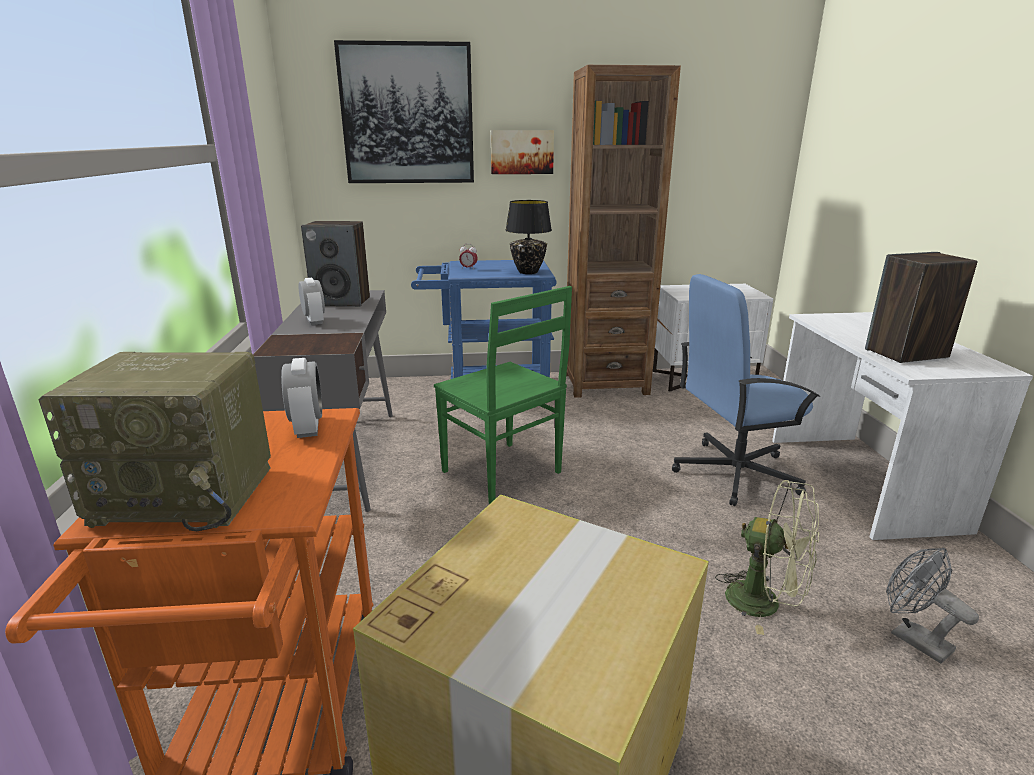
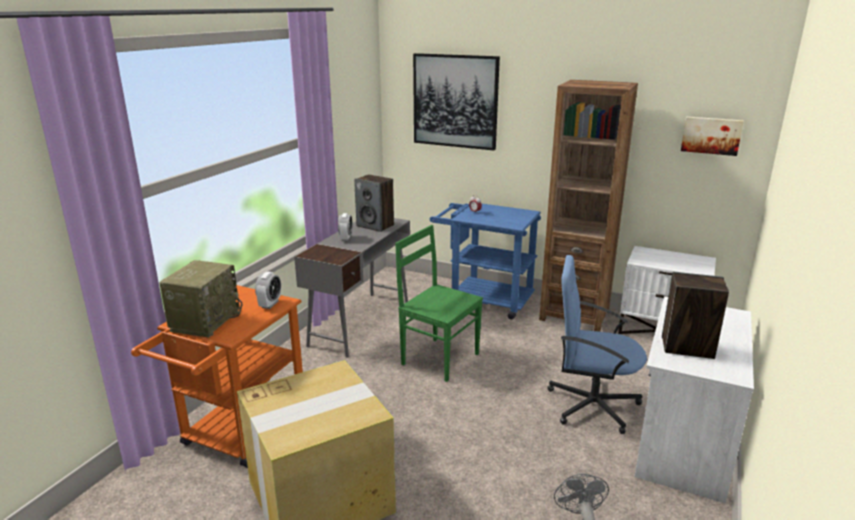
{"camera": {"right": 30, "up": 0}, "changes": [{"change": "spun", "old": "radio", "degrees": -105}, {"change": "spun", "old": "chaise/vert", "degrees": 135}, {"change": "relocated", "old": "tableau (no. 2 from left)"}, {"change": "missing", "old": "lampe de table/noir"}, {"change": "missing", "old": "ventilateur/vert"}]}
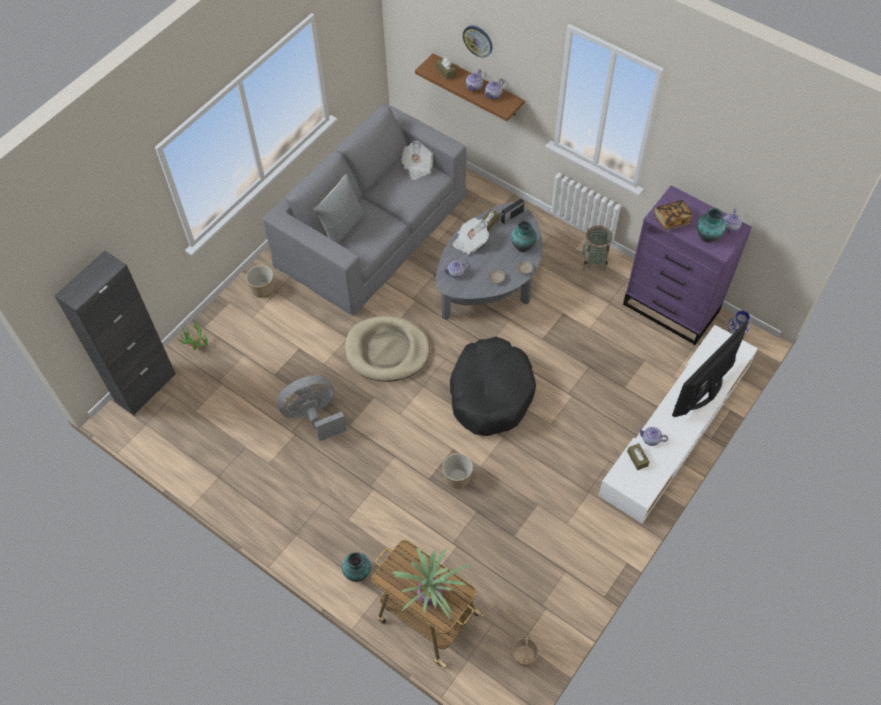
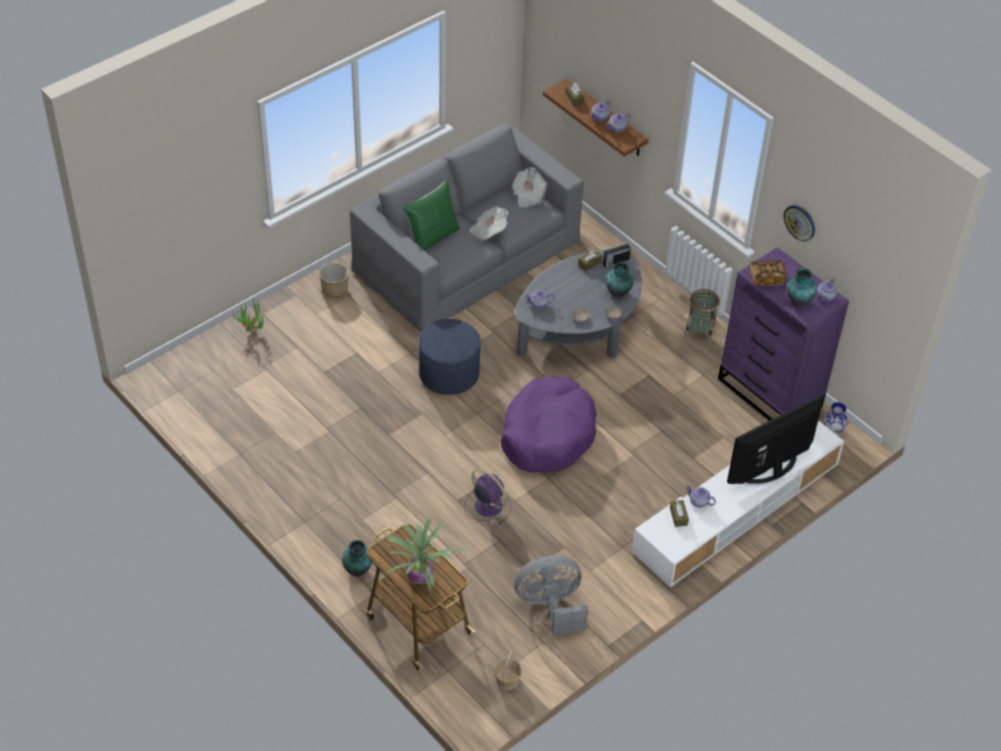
{"camera": {"right": 10, "up": -10}, "changes": [{"change": "colour", "old": "coussin/gris", "new": "coussin/vert"}, {"change": "exchanged", "old": "panier pour chien/beige", "new": "pouf/bleu"}, {"change": "exchanged", "old": "cache-pot (no. 2 from left)", "new": "ventilateur/violet"}, {"change": "relocated", "old": "journal (no. 2 from left in the first image)", "new": "journal (no. 1 from left)"}, {"change": "colour", "old": "panier pour chien/noir", "new": "panier pour chien/violet"}, {"change": "relocated", "old": "ventilateur/gris"}, {"change": "relocated", "old": "horloge murale"}, {"change": "missing", "old": "meuble de rangement/noir"}]}
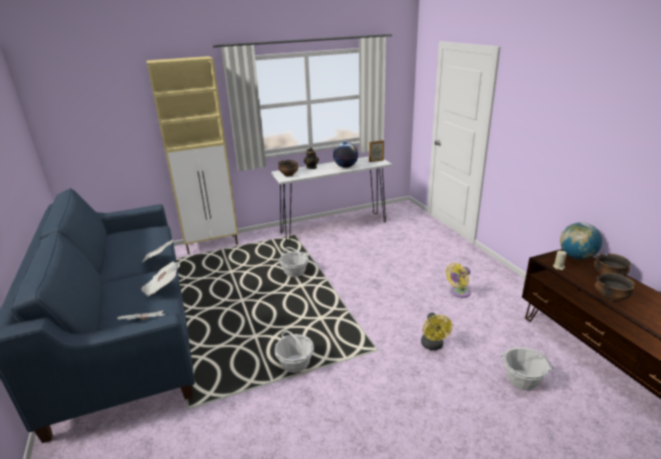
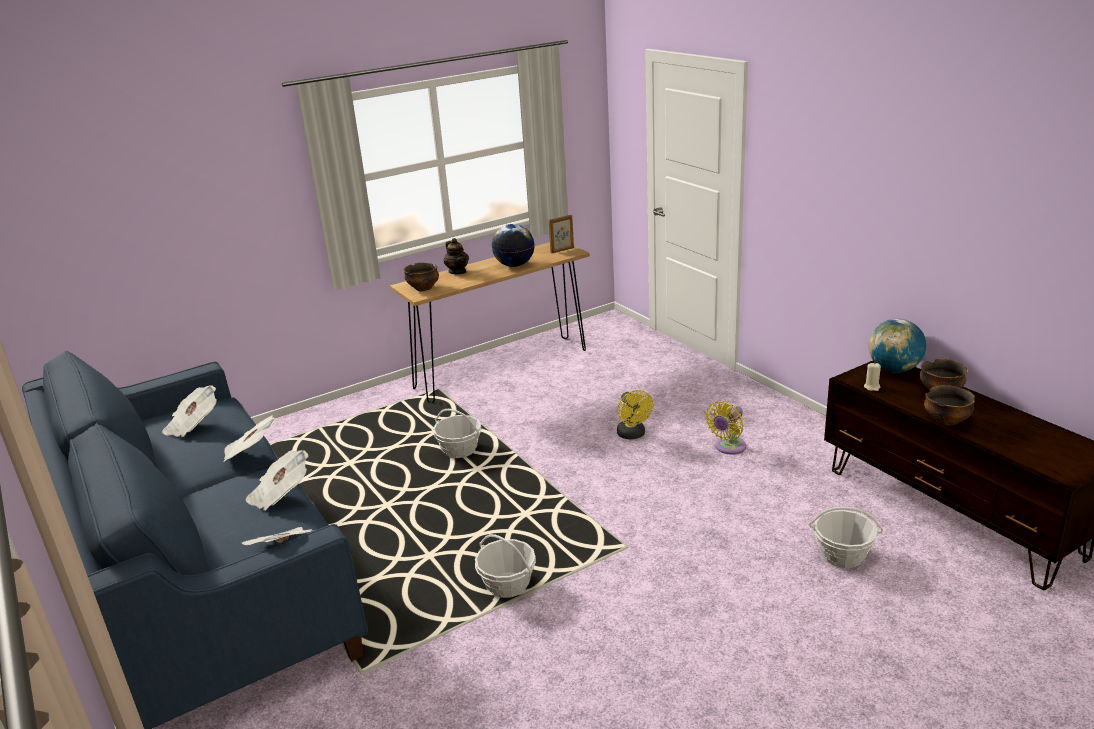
{"camera": {"right": -10, "up": 0}, "changes": [{"change": "appeared", "new": "journal (no. 1 from left)"}, {"change": "colour", "old": "table console/blanc", "new": "table console/marron"}, {"change": "relocated", "old": "ventilateur/jaune (no. 1 from left)"}, {"change": "missing", "old": "meuble de rangement/beige"}]}
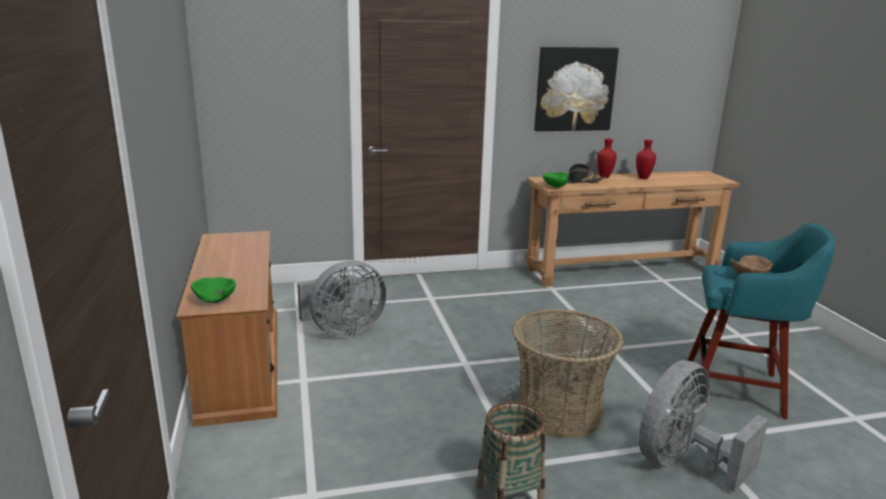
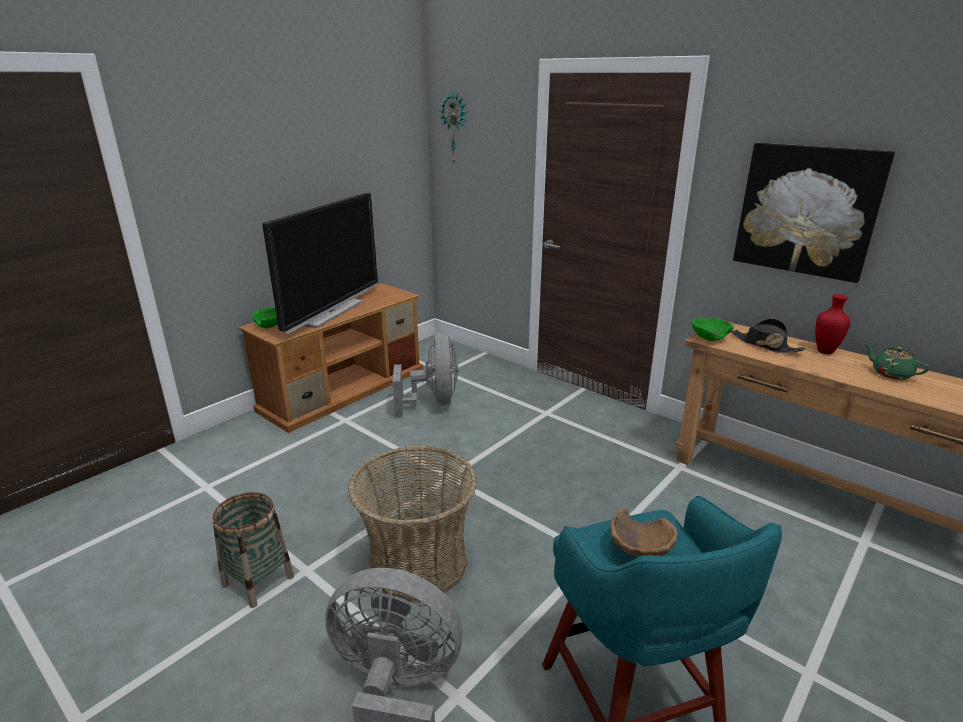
{"camera": {"right": 55, "up": 5}, "changes": [{"change": "appeared", "new": "téléviseur"}, {"change": "spun", "old": "ventilateur/gris (no. 1 from left in the first image)", "degrees": -120}, {"change": "appeared", "new": "horloge murale"}, {"change": "exchanged", "old": "vase/rouge (no. 2 from left)", "new": "théière/vert"}]}
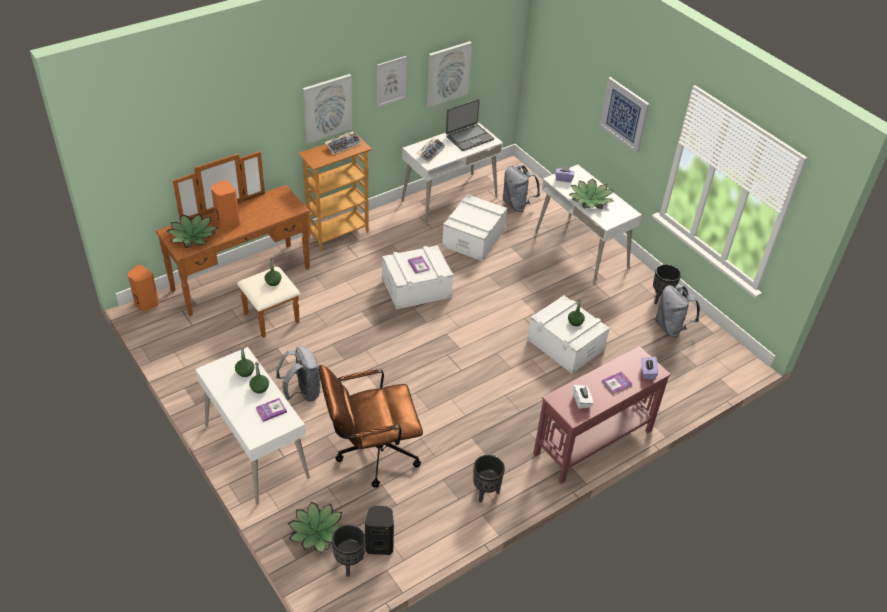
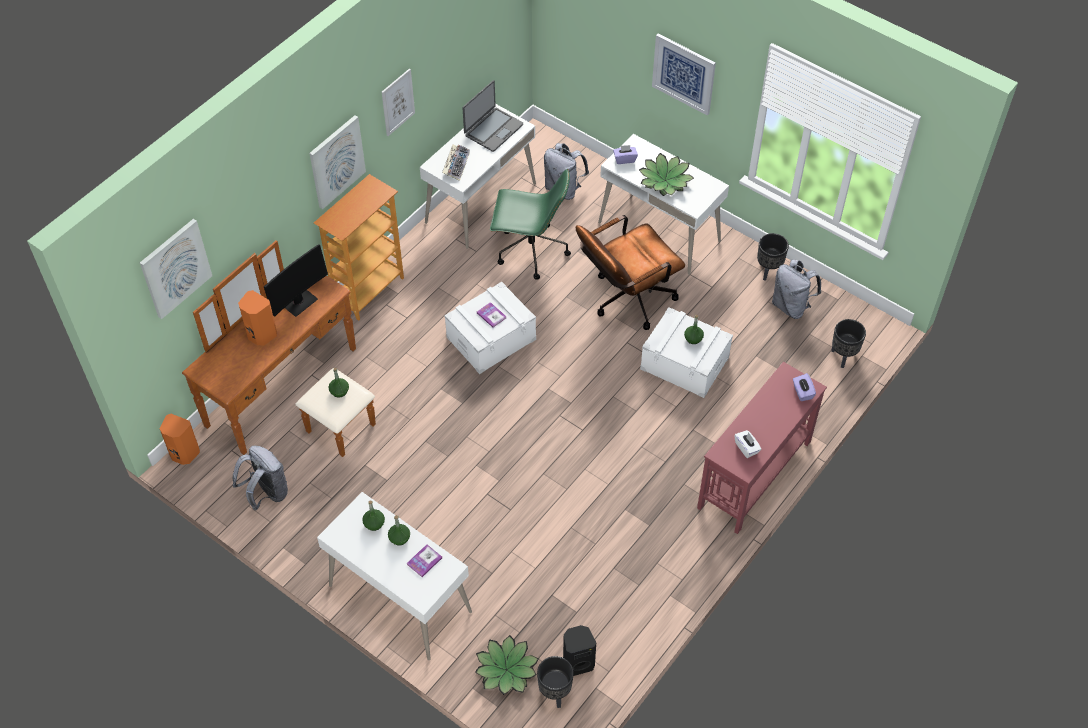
{"camera": {"right": -15, "up": 10}, "changes": [{"change": "relocated", "old": "tableau (no. 3 from left in the first image)", "new": "tableau (no. 1 from left)"}, {"change": "relocated", "old": "sac à dos/gris (no. 1 from left)"}, {"change": "appeared", "new": "écran d'ordinateur"}, {"change": "exchanged", "old": "boîte de rangement/blanc (no. 2 from left)", "new": "chaise de bureau/vert"}, {"change": "relocated", "old": "chaise de bureau/marron"}, {"change": "relocated", "old": "cache-pot/noir (no. 2 from left in the first image)", "new": "cache-pot/noir (no. 3 from left)"}, {"change": "missing", "old": "plante en pot (no. 1 from left)"}, {"change": "missing", "old": "clavier (no. 1 from left)"}, {"change": "missing", "old": "livre (no. 3 from left)"}]}
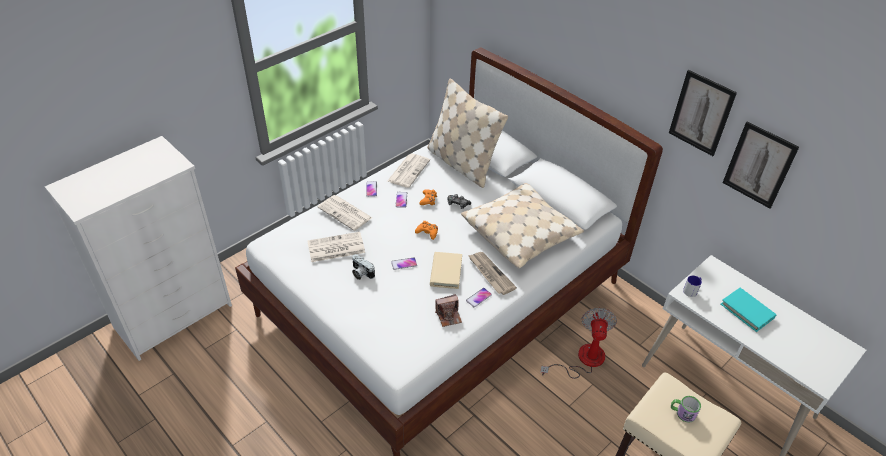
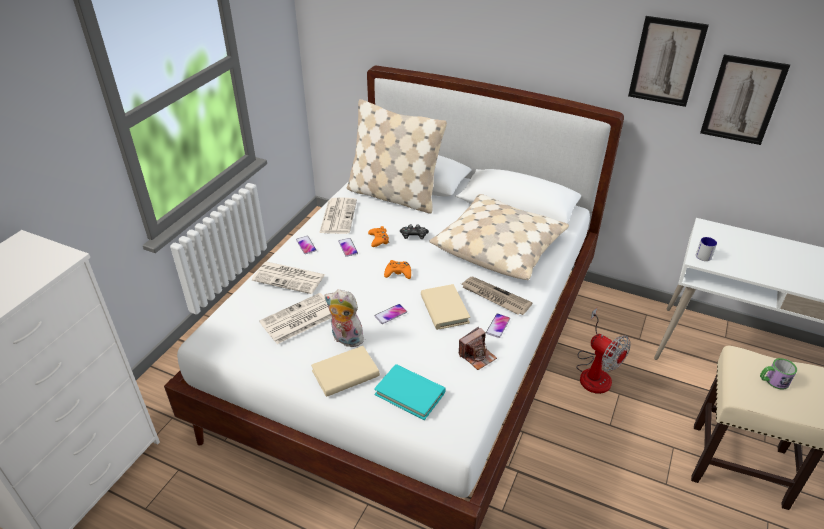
{"camera": {"right": -20, "up": -5}, "changes": [{"change": "appeared", "new": "livre/beige (no. 1 from left)"}, {"change": "exchanged", "old": "appareil photo (no. 1 from left)", "new": "peluche"}, {"change": "relocated", "old": "livre/turquoise"}, {"change": "spun", "old": "ventilateur", "degrees": 150}]}
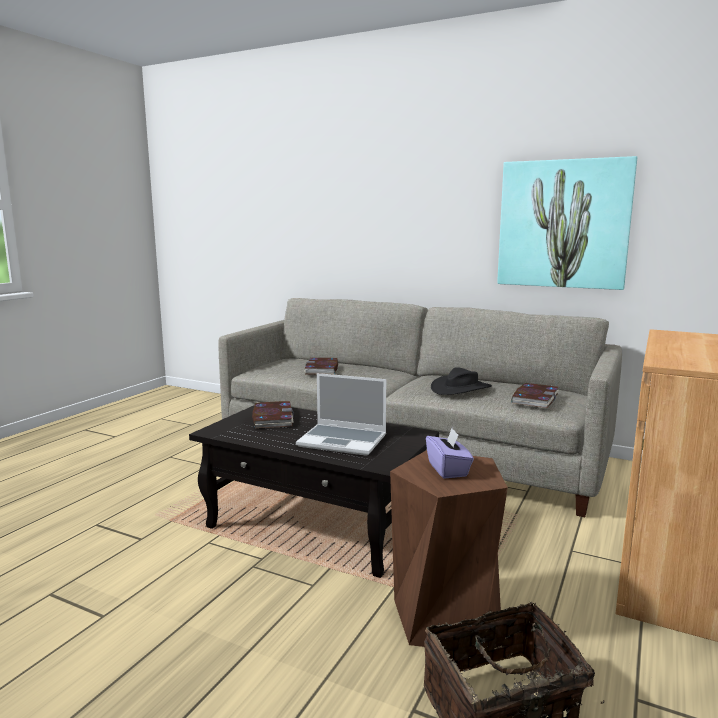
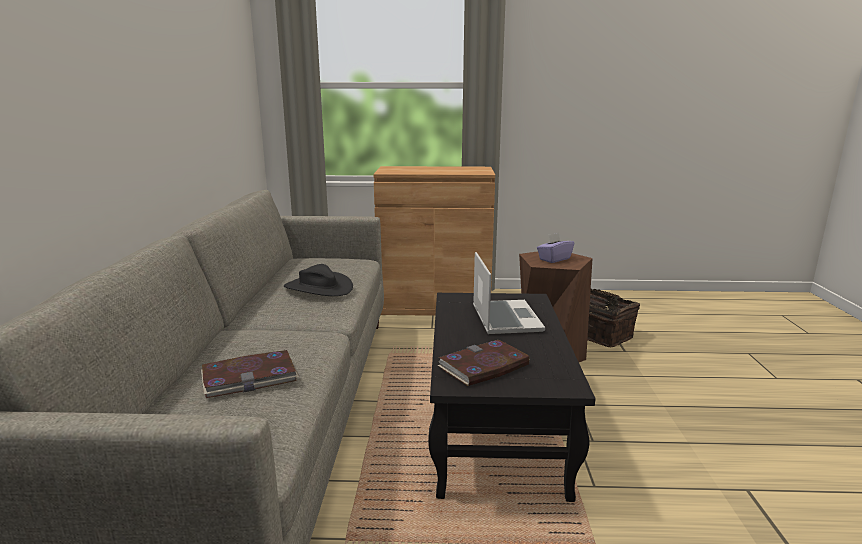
{"camera": {"right": -115, "up": 5}, "changes": [{"change": "missing", "old": "tableau"}, {"change": "missing", "old": "livre (no. 3 from left)"}]}
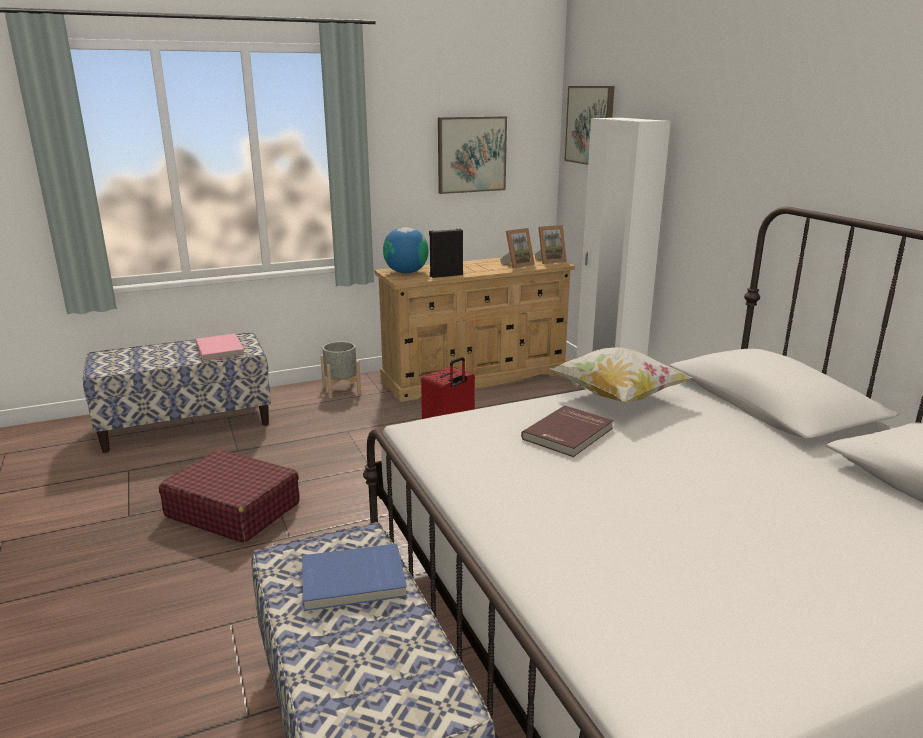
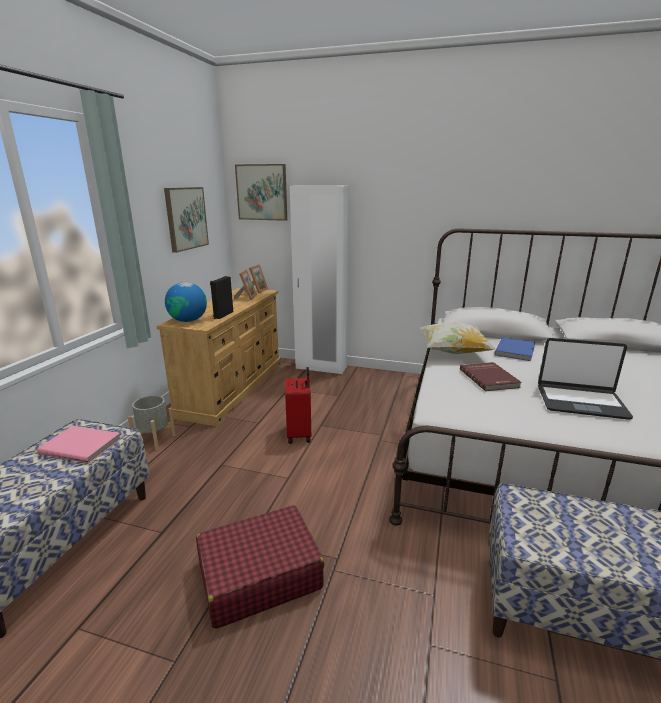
{"camera": {"right": -50, "up": 0}, "changes": [{"change": "relocated", "old": "livre/bleu"}, {"change": "appeared", "new": "ordinateur portable"}]}
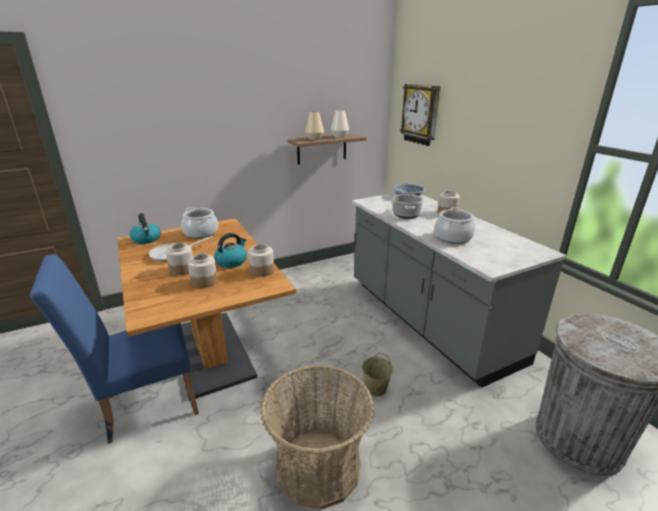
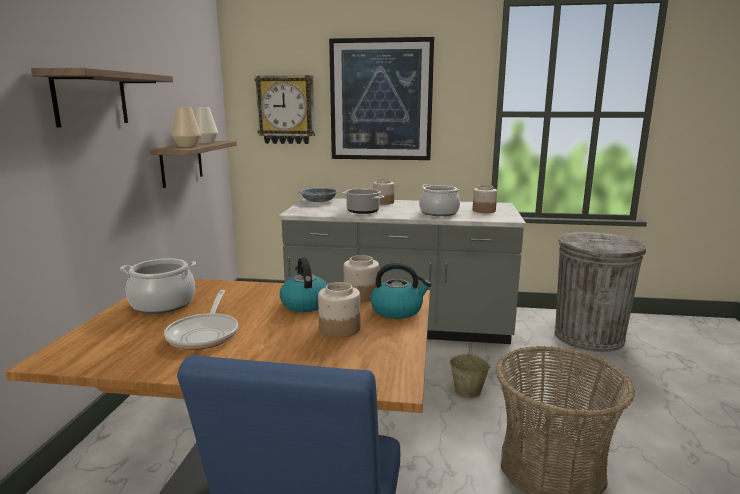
{"camera": {"right": -55, "up": -10}, "changes": [{"change": "appeared", "new": "étagère (no. 1 from left)"}, {"change": "appeared", "new": "tableau"}, {"change": "relocated", "old": "bouilloire (no. 1 from left in the first image)", "new": "bouilloire (no. 2 from left)"}, {"change": "relocated", "old": "bocal (no. 1 from left in the first image)", "new": "bocal (no. 4 from left)"}]}
